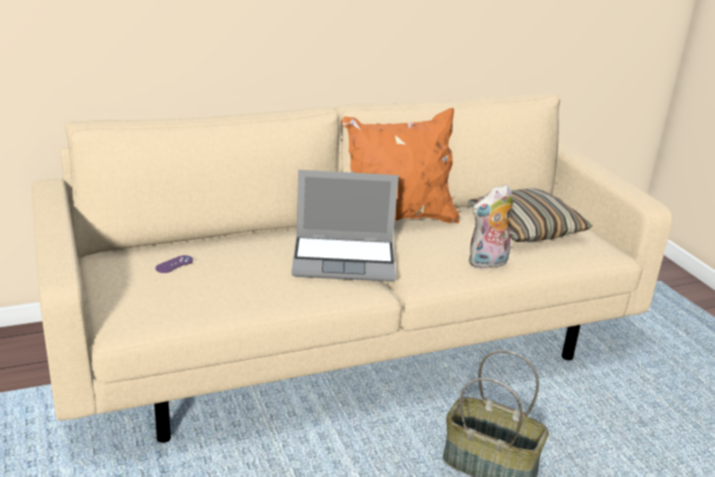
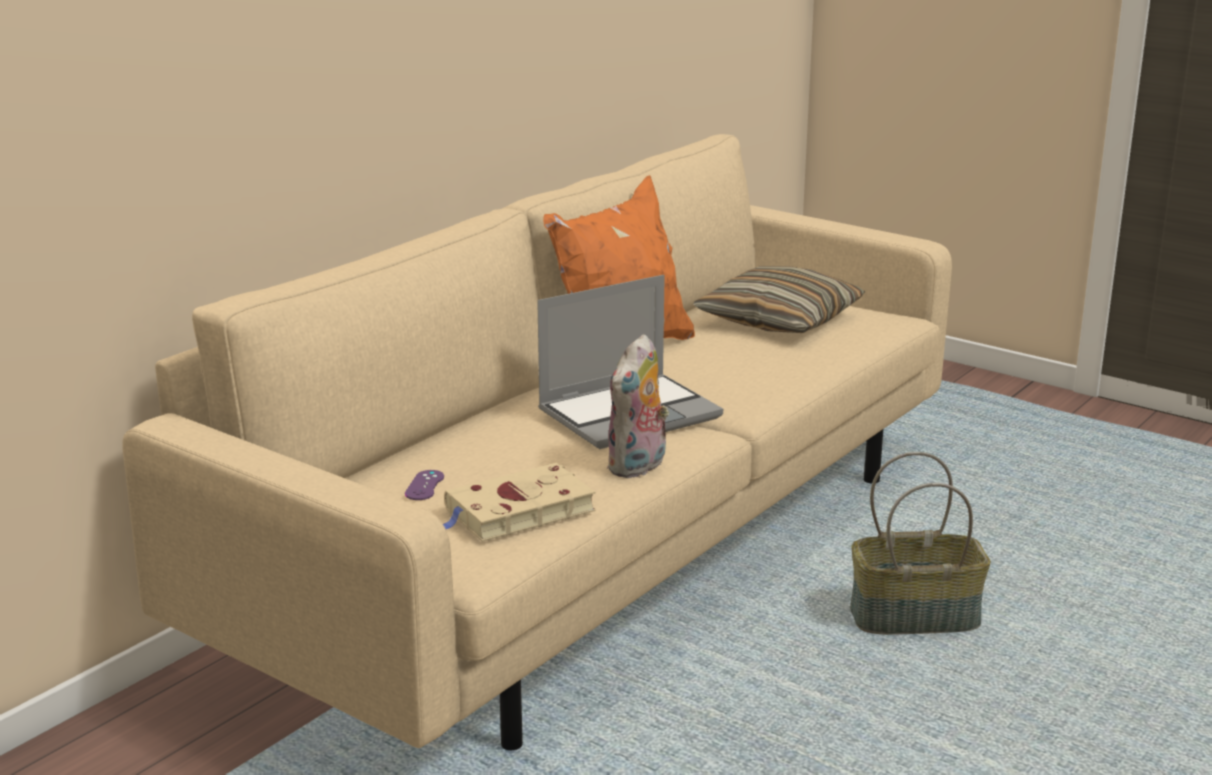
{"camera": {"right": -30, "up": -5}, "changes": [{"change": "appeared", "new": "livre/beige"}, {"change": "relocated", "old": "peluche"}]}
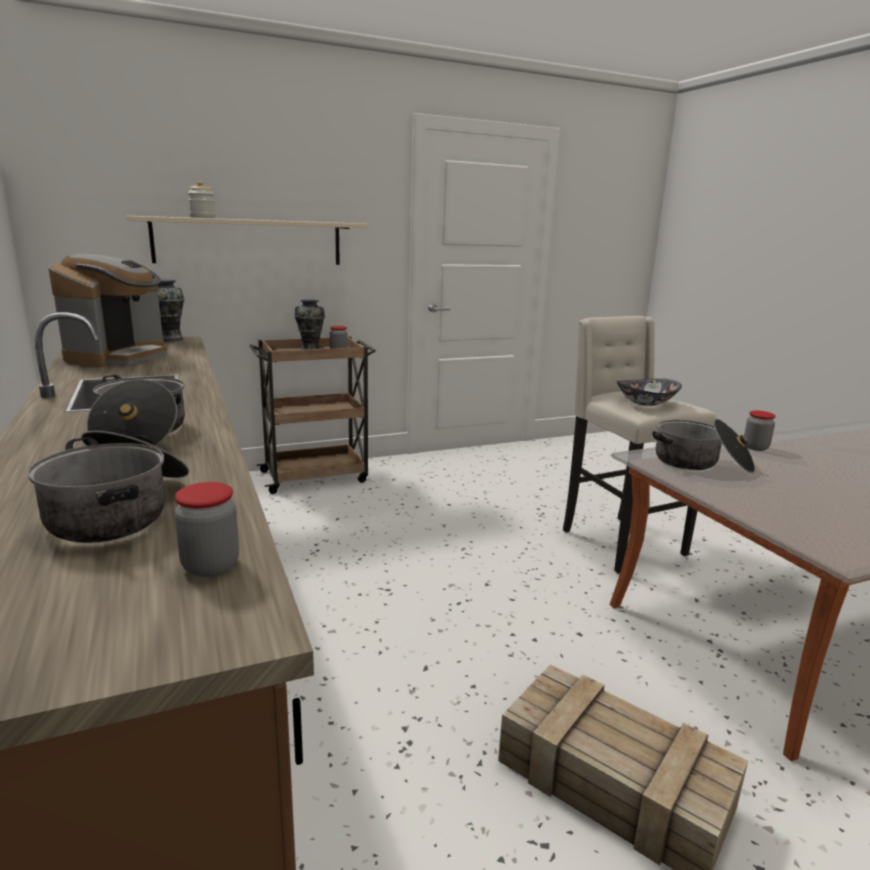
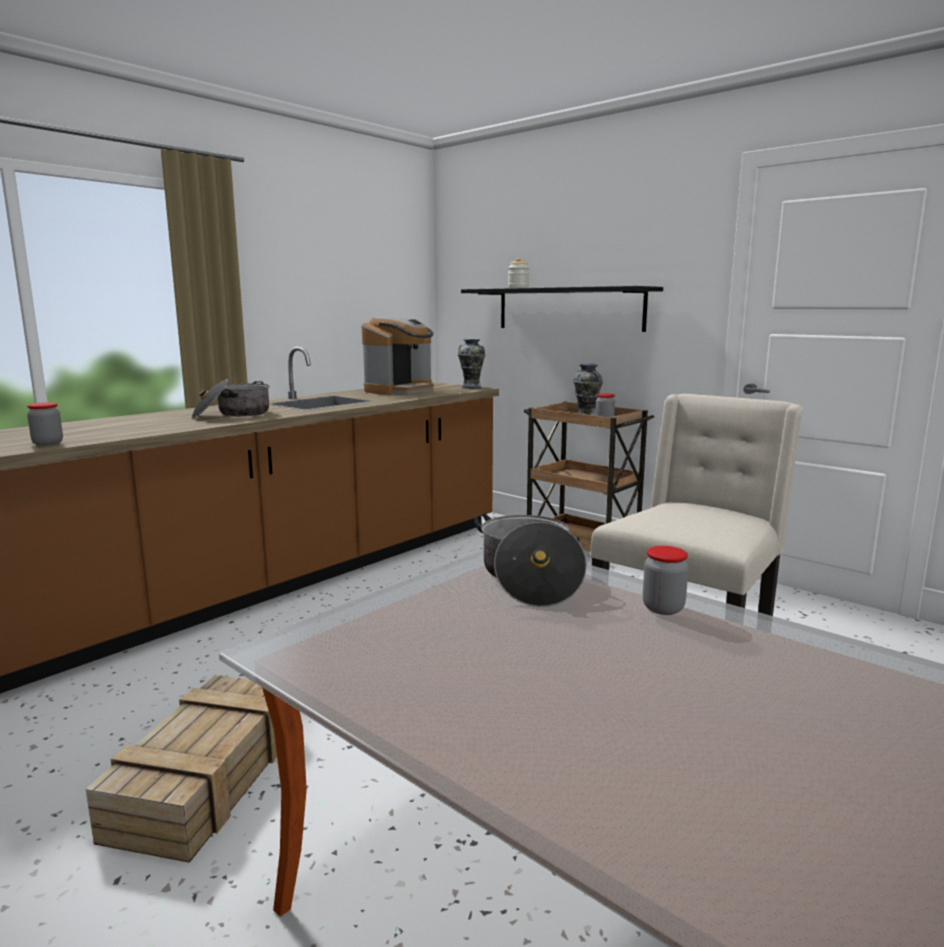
{"camera": {"right": 65, "up": -5}, "changes": [{"change": "spun", "old": "machine à café", "degrees": -45}, {"change": "colour", "old": "étagère/beige", "new": "étagère/noir"}, {"change": "missing", "old": "marmite (no. 1 from left)"}, {"change": "missing", "old": "bol"}]}
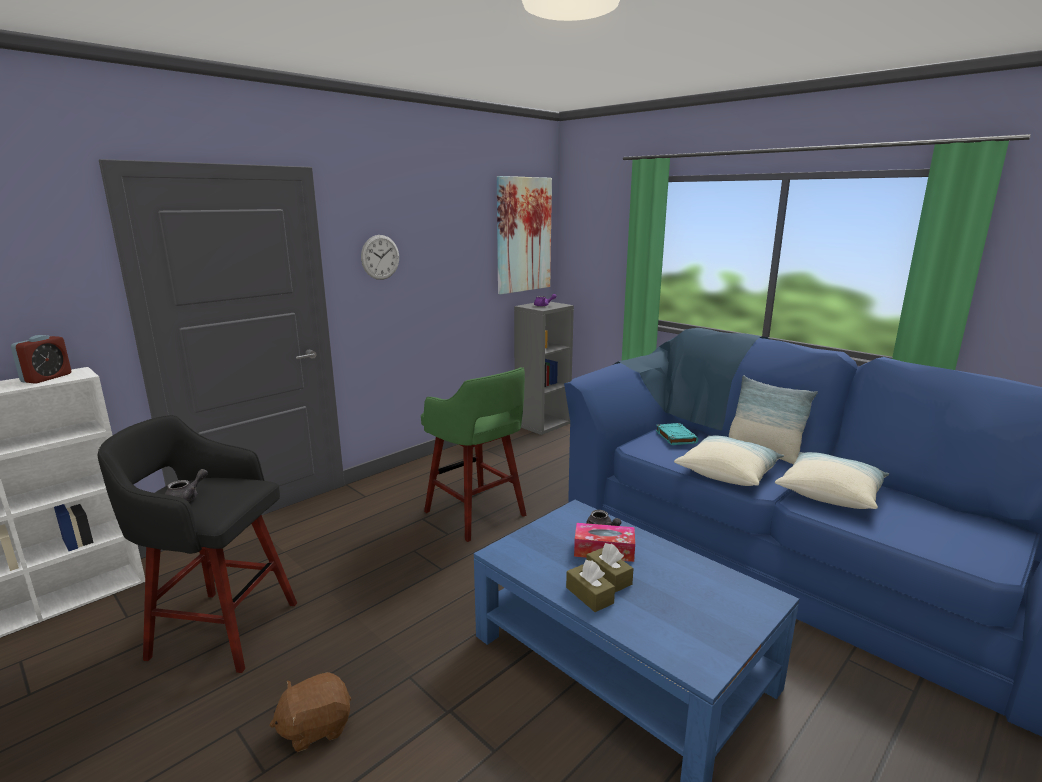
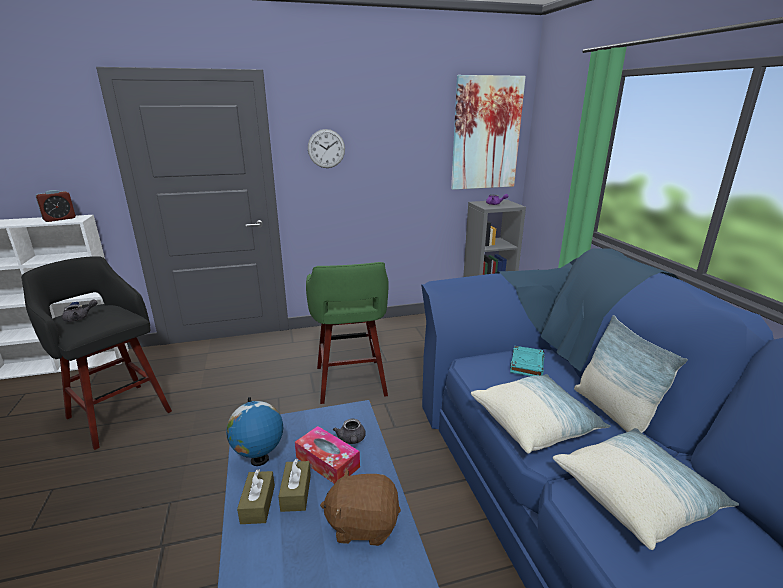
{"camera": {"right": 30, "up": 5}, "changes": [{"change": "appeared", "new": "globe"}, {"change": "relocated", "old": "peluche/marron"}]}
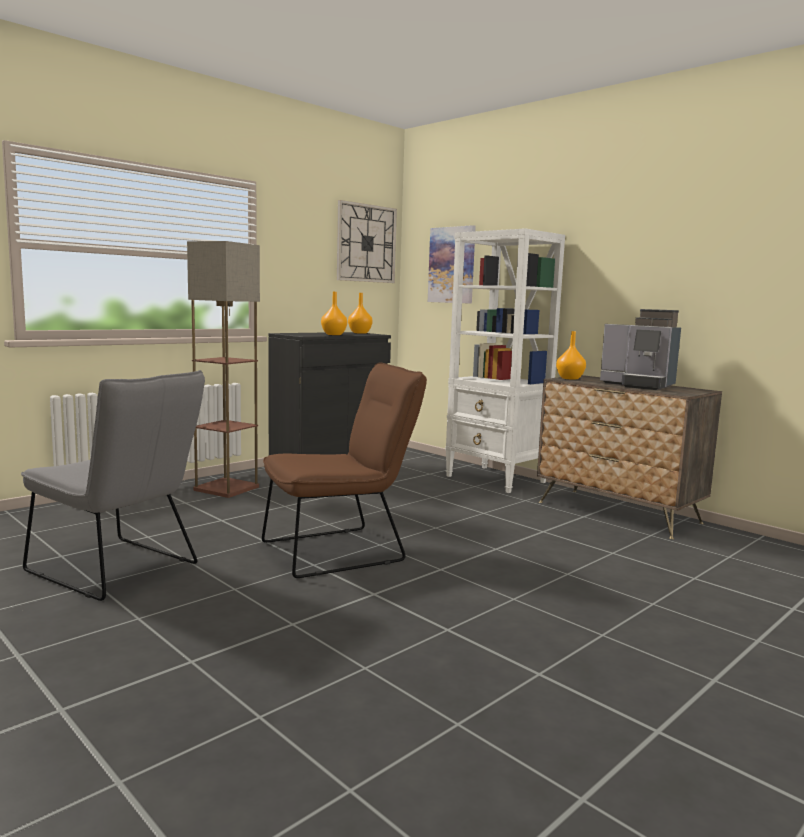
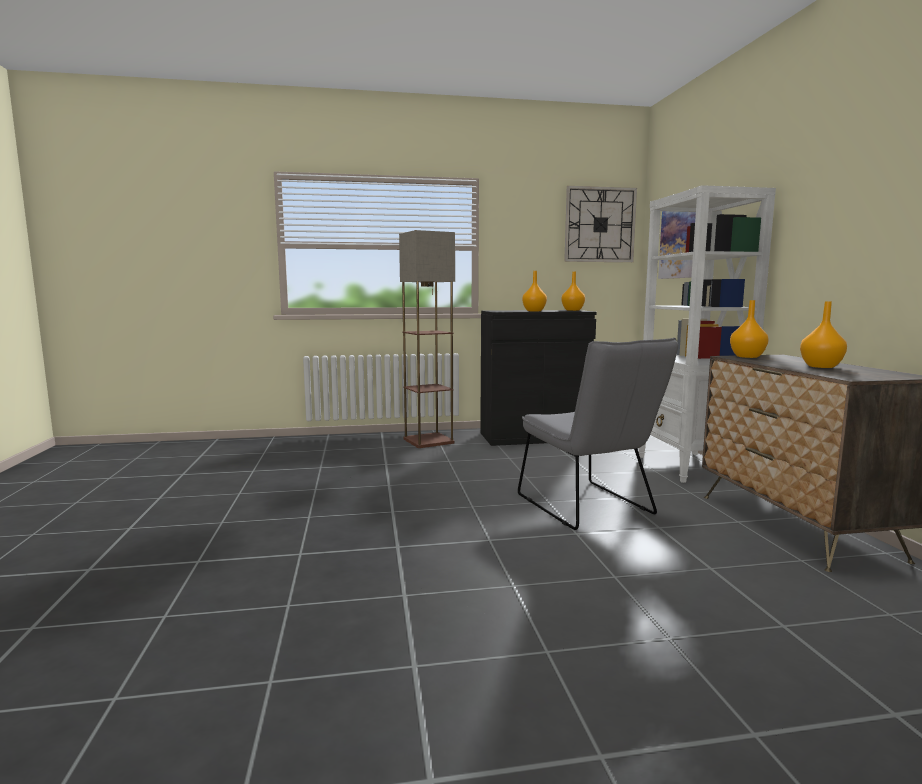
{"camera": {"right": 35, "up": 0}, "changes": [{"change": "relocated", "old": "chaise/gris"}, {"change": "exchanged", "old": "machine à café", "new": "vase/orange (no. 4 from left)"}, {"change": "missing", "old": "chaise/marron"}]}
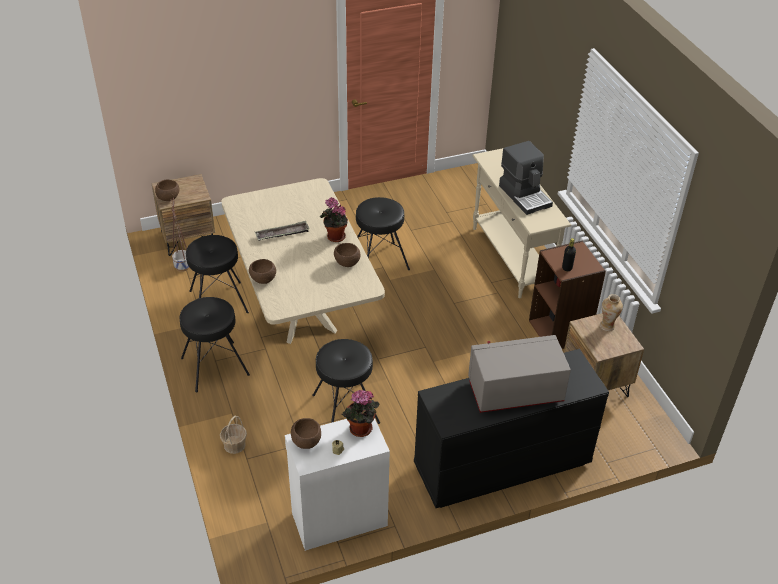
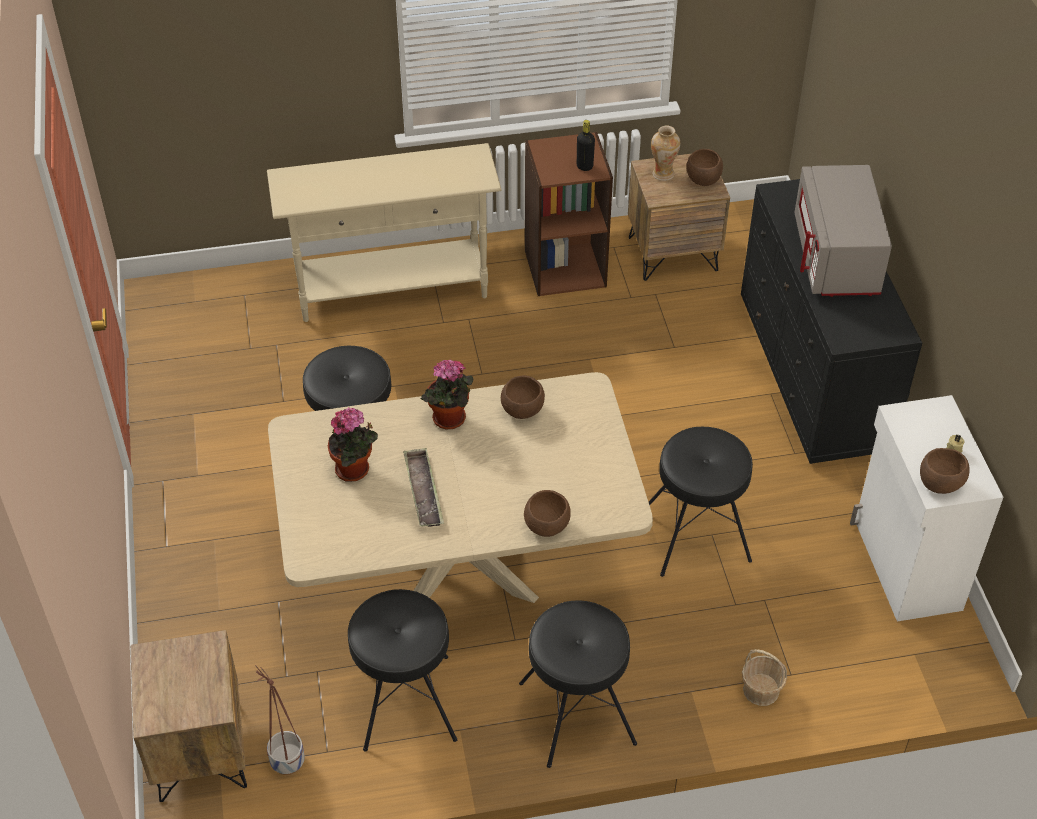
{"camera": {"right": -80, "up": 5}, "changes": [{"change": "relocated", "old": "plante en pot (no. 2 from left in the first image)", "new": "plante en pot (no. 1 from left)"}, {"change": "relocated", "old": "bol/marron (no. 1 from left in the first image)", "new": "bol/marron (no. 3 from left)"}, {"change": "missing", "old": "machine à café"}]}
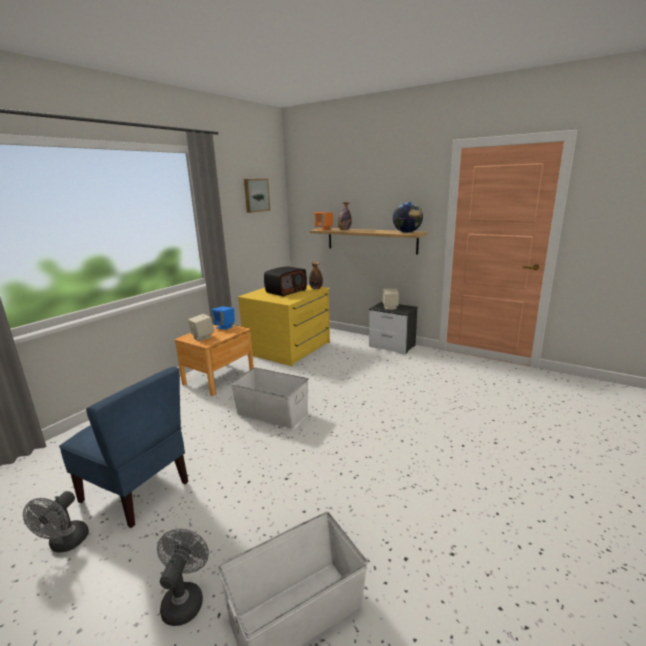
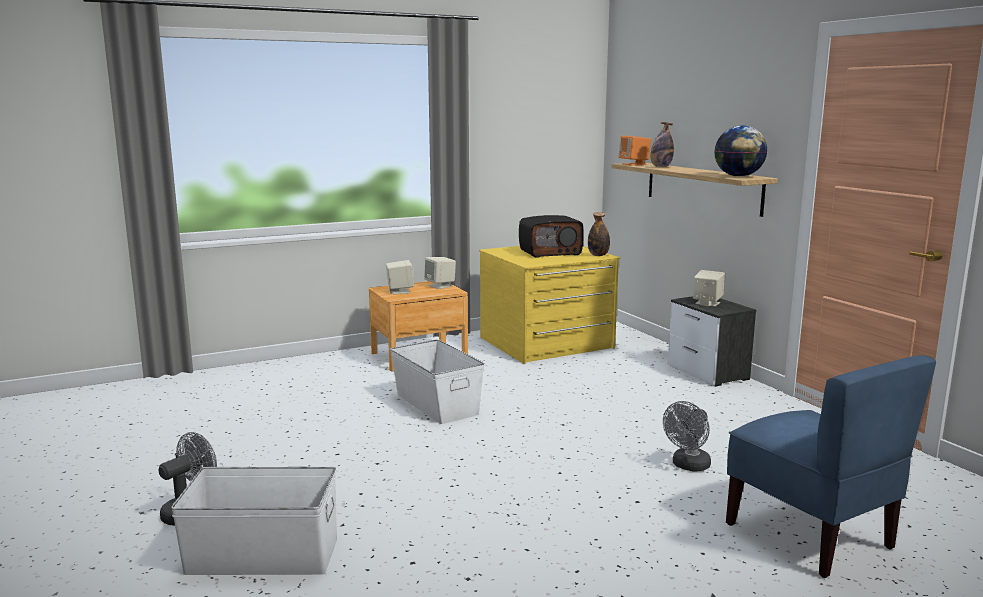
{"camera": {"right": 30, "up": -5}, "changes": [{"change": "colour", "old": "enceinte/bleu", "new": "enceinte/beige (no. 2 from left)"}, {"change": "relocated", "old": "ventilateur/gris (no. 1 from left in the first image)", "new": "ventilateur/gris (no. 2 from left)"}, {"change": "relocated", "old": "chaise/bleu"}, {"change": "missing", "old": "tableau"}]}
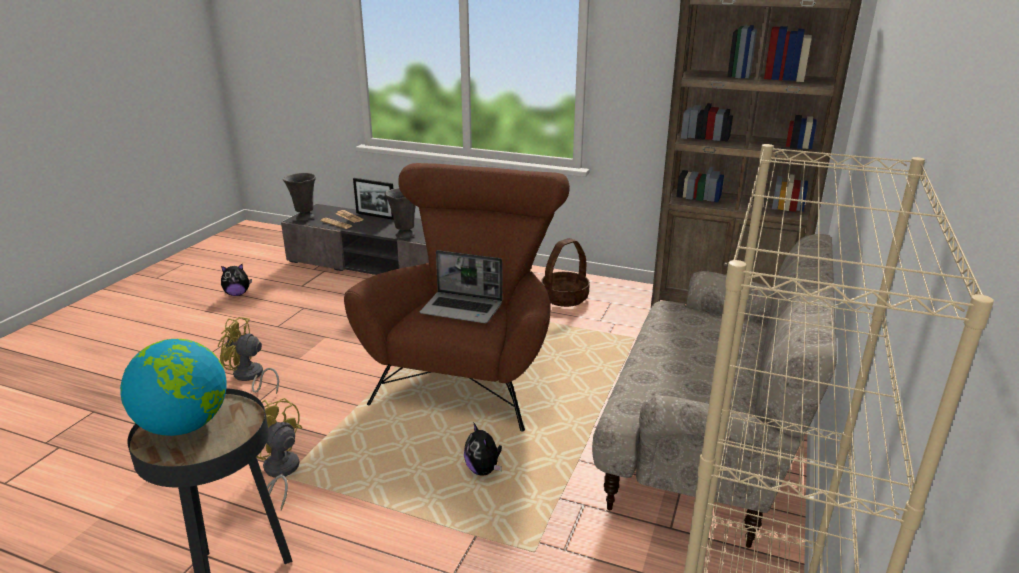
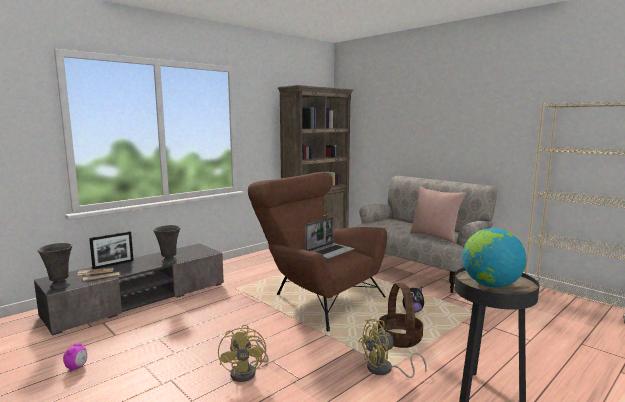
{"camera": {"right": -65, "up": -15}, "changes": [{"change": "exchanged", "old": "peluche (no. 1 from left)", "new": "réveil"}, {"change": "spun", "old": "ventilateur/jaune (no. 1 from left)", "degrees": -45}, {"change": "relocated", "old": "panier"}, {"change": "appeared", "new": "coussin/rose"}]}
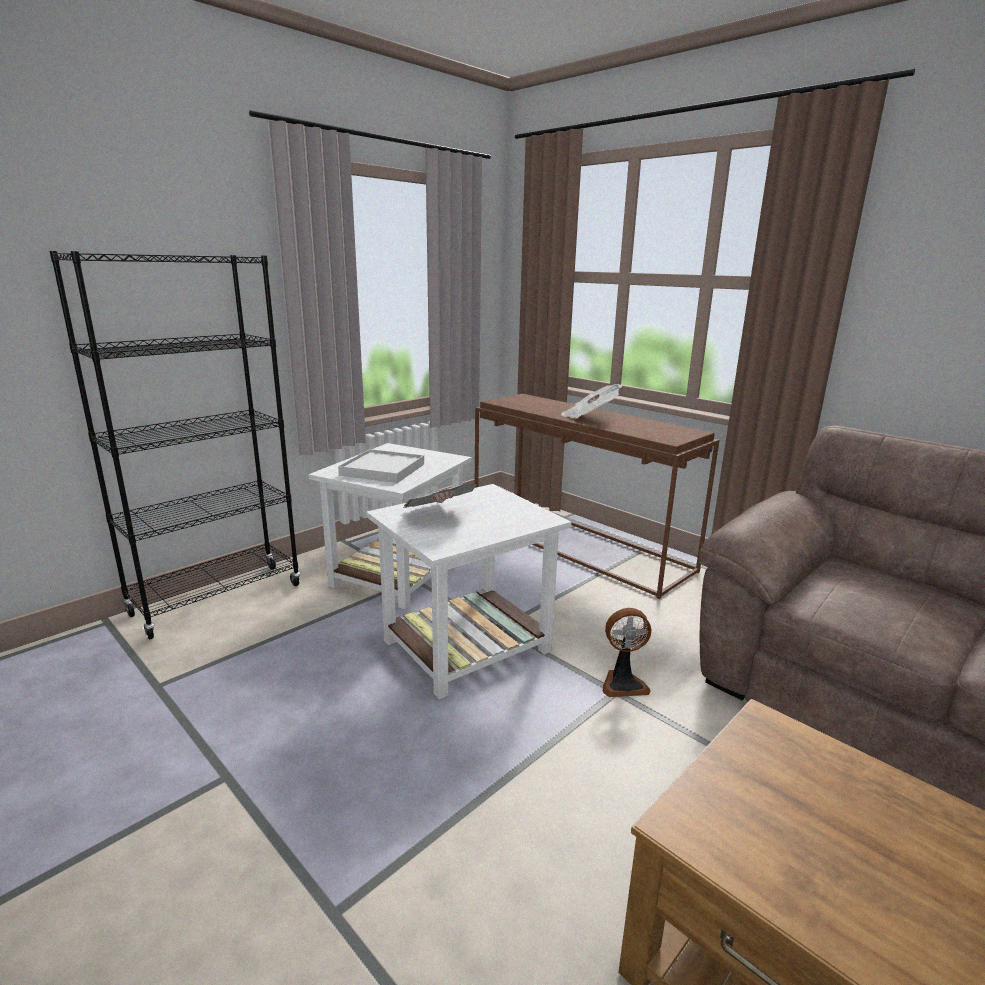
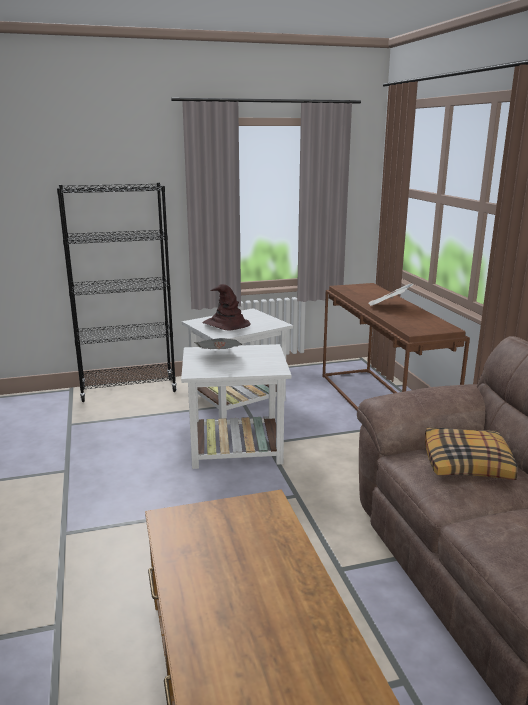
{"camera": {"right": 30, "up": 0}, "changes": [{"change": "exchanged", "old": "plateau/blanc", "new": "chapeau/marron"}, {"change": "appeared", "new": "coussin"}, {"change": "missing", "old": "ventilateur"}]}
